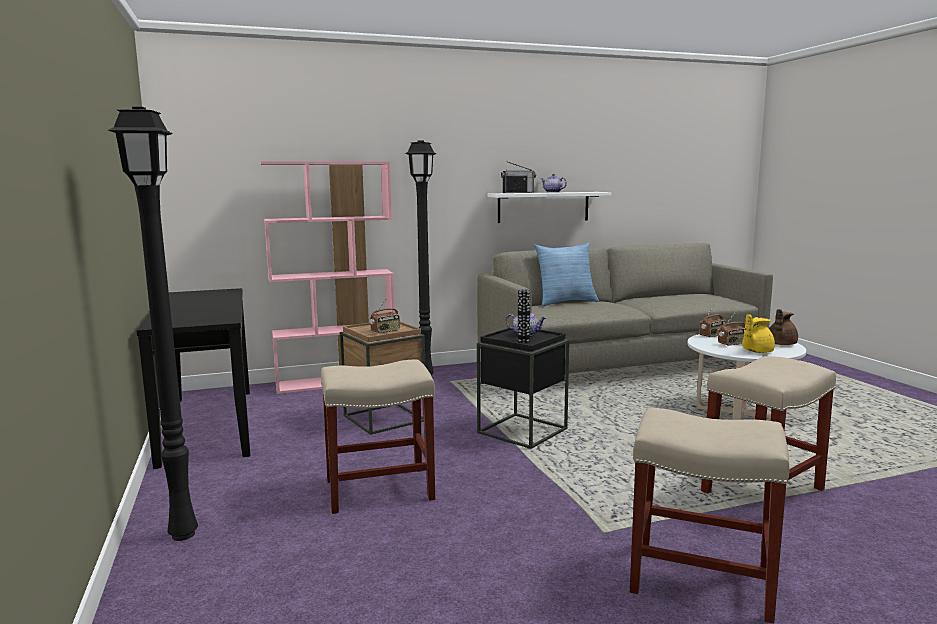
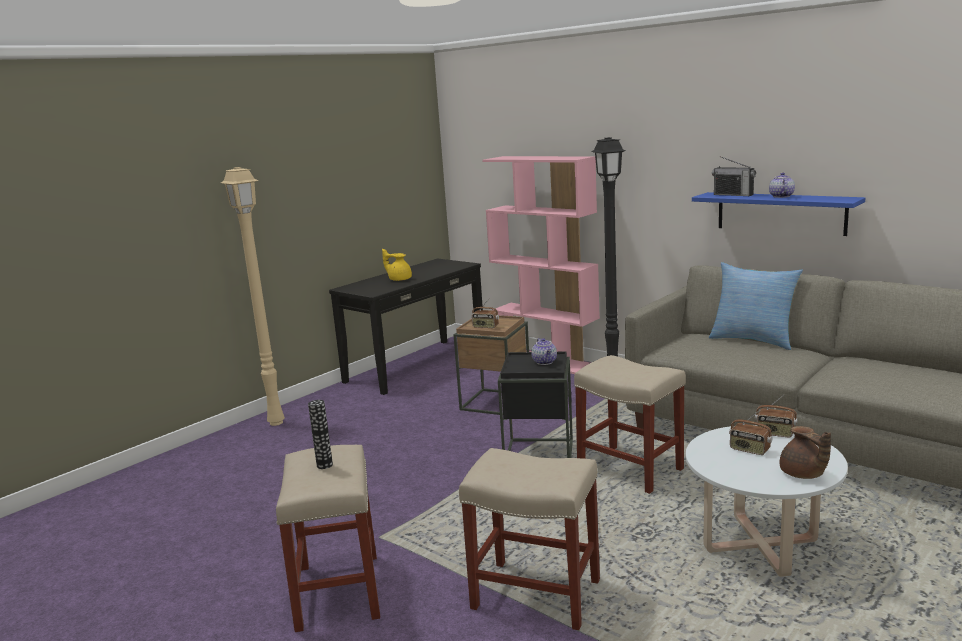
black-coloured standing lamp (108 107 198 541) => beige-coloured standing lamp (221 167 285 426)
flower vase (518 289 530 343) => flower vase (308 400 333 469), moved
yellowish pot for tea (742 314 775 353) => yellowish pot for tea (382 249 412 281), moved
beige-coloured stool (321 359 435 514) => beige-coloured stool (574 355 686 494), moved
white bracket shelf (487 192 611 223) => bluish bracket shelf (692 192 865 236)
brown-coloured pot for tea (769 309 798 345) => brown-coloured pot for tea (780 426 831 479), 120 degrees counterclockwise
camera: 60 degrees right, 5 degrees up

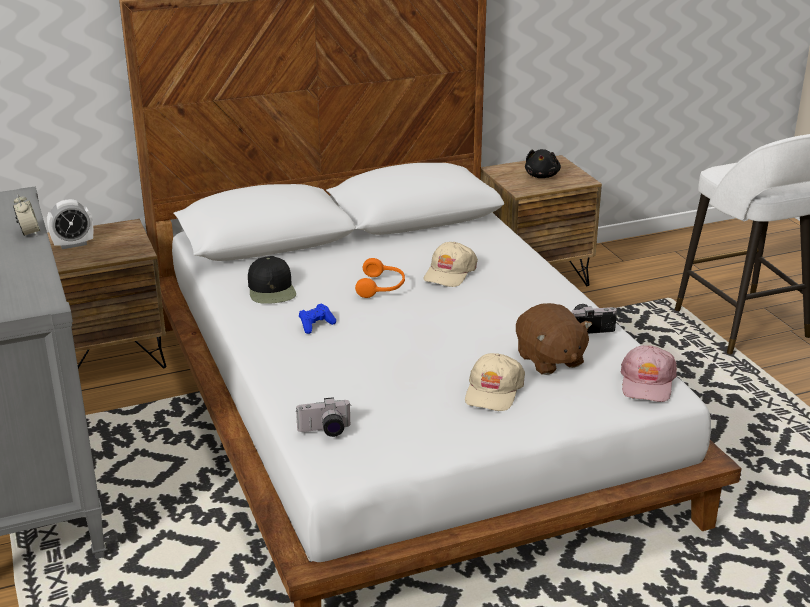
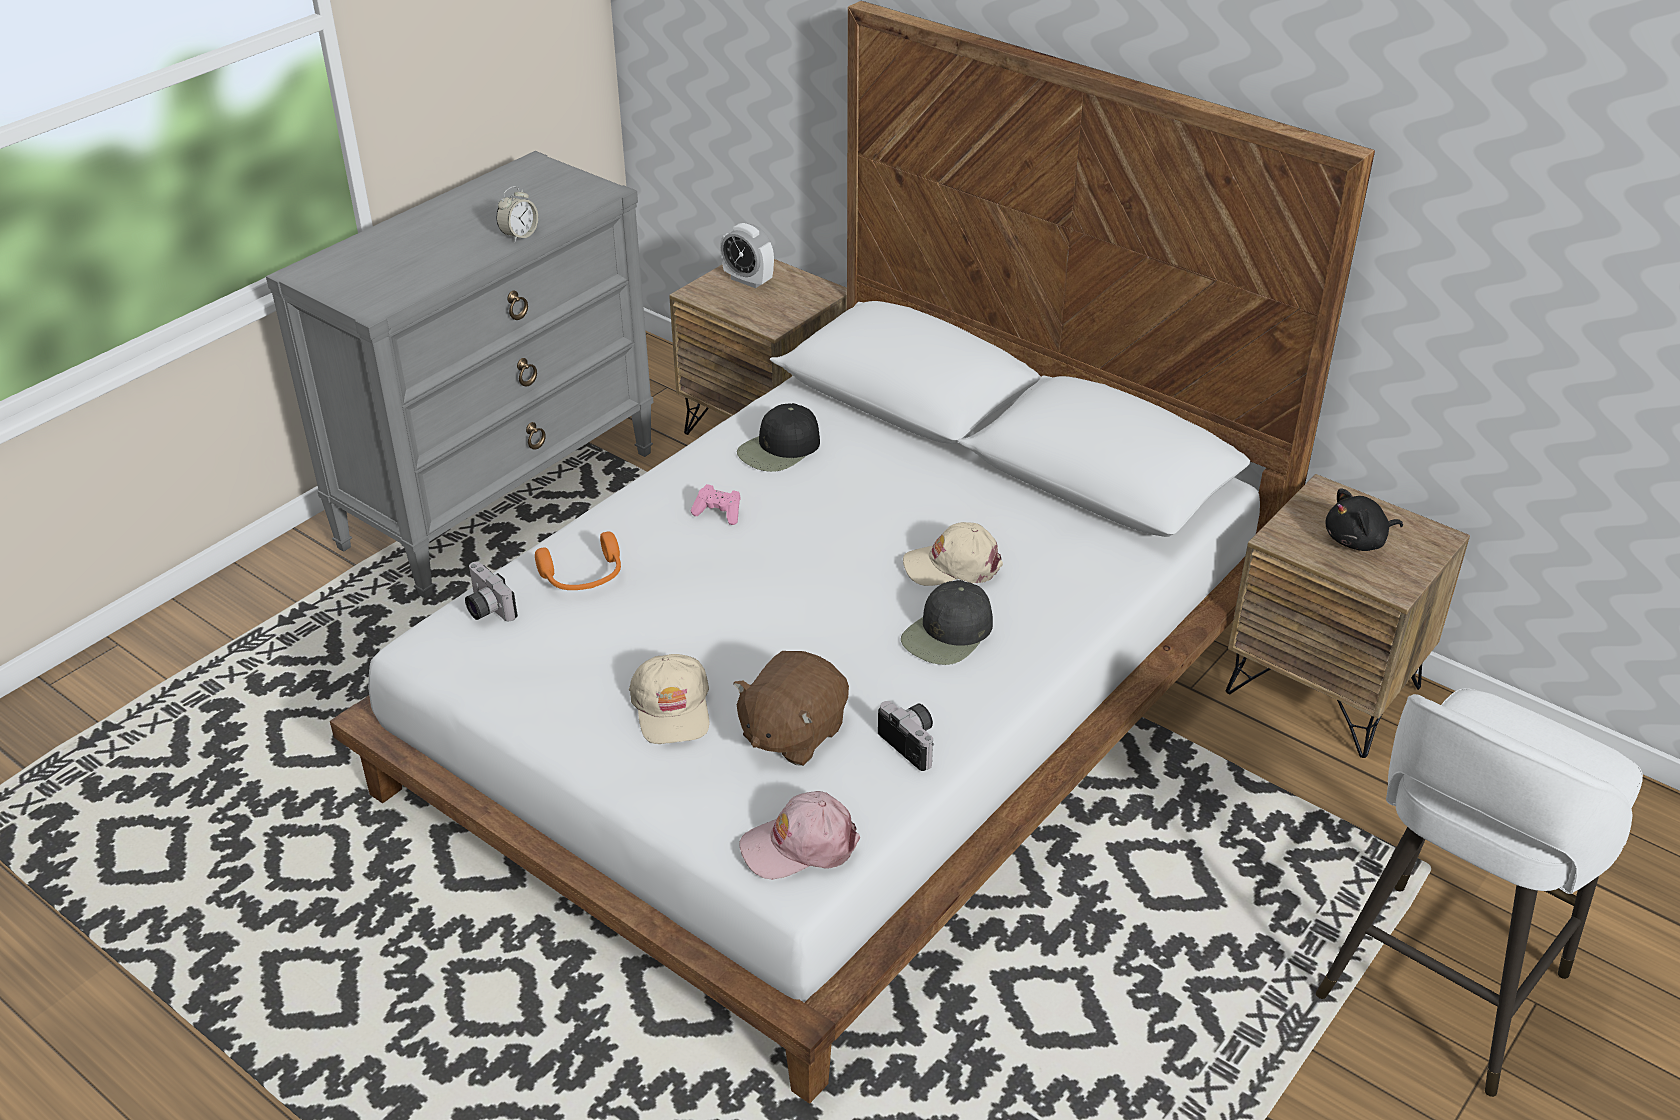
orange pair of headphones (355 258 405 298) => orange pair of headphones (535 531 621 590), moved
beige-coloured baseball cap (465 353 525 411) => beige-coloured baseball cap (629 654 709 744), 90 degrees counterclockwise
bluish joypad (299 303 336 334) => pink-coloured joypad (691 484 741 525)
nothing => black-coloured baseball cap (901 580 993 665)
camera: 60 degrees right, 10 degrees up

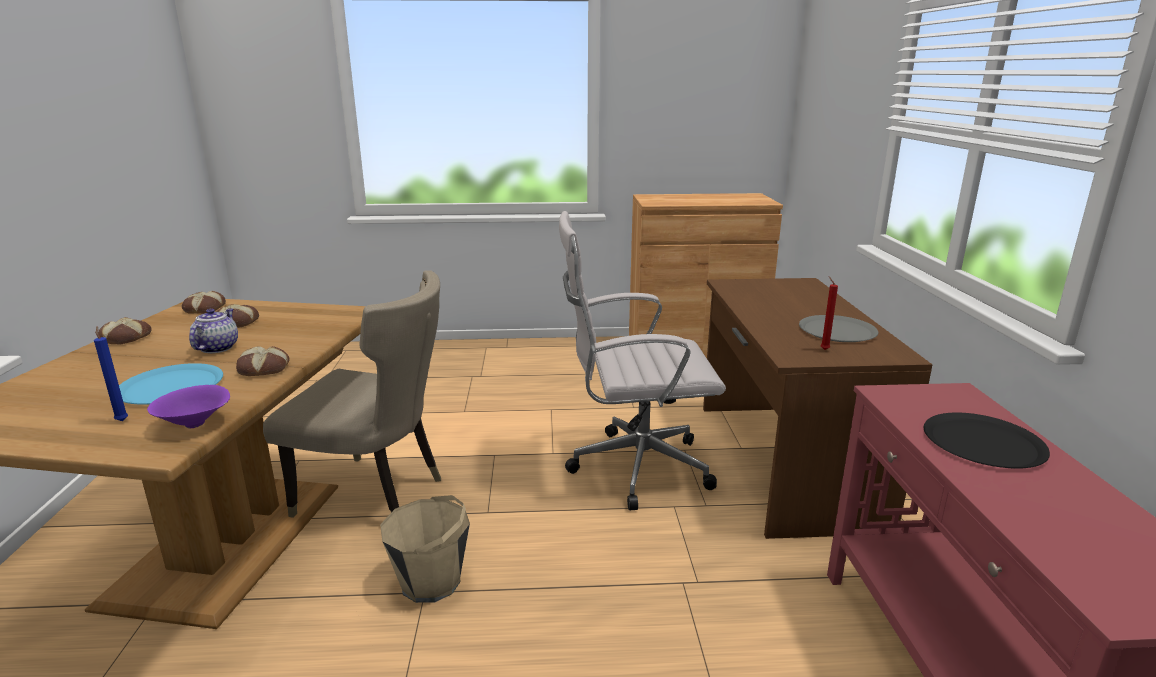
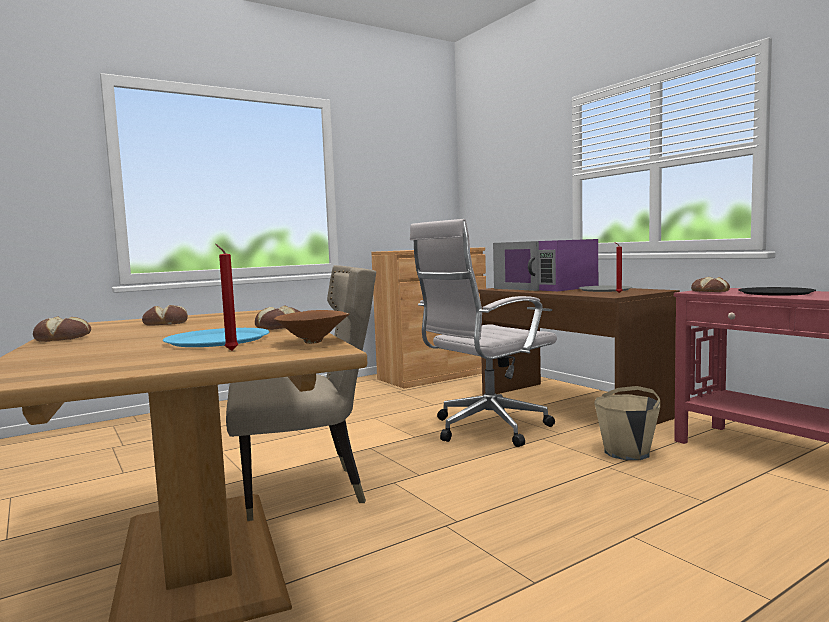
bluish candle (94 326 128 421) => red candle (215 244 238 351)
purplish serving bowl (147 385 230 428) => brown-coloured serving bowl (274 310 350 344)
nothing => purplish kitchen microwave (493 239 598 291)
beige-coloured water bucket (380 495 470 603) => beige-coloured water bucket (594 386 660 460), moved
baked bread (182 291 226 314) => baked bread (691 277 730 292), moved
pot for tea (189 308 238 353) => nothing
camera: 30 degrees left, 15 degrees down

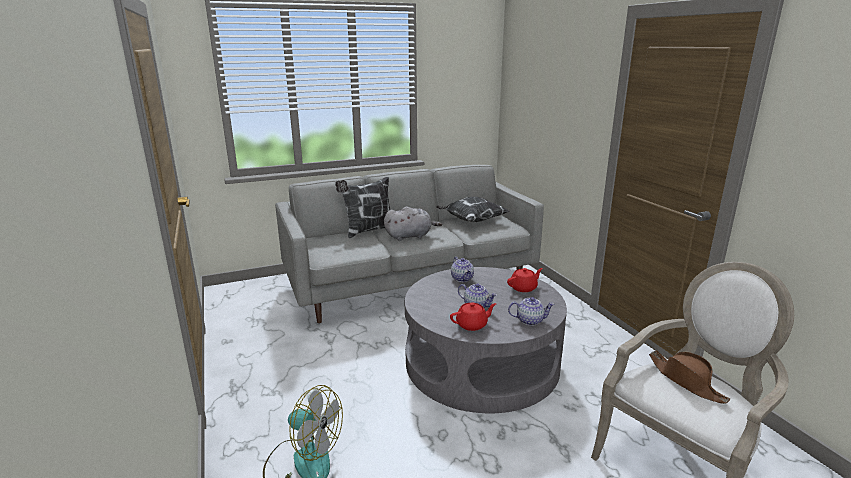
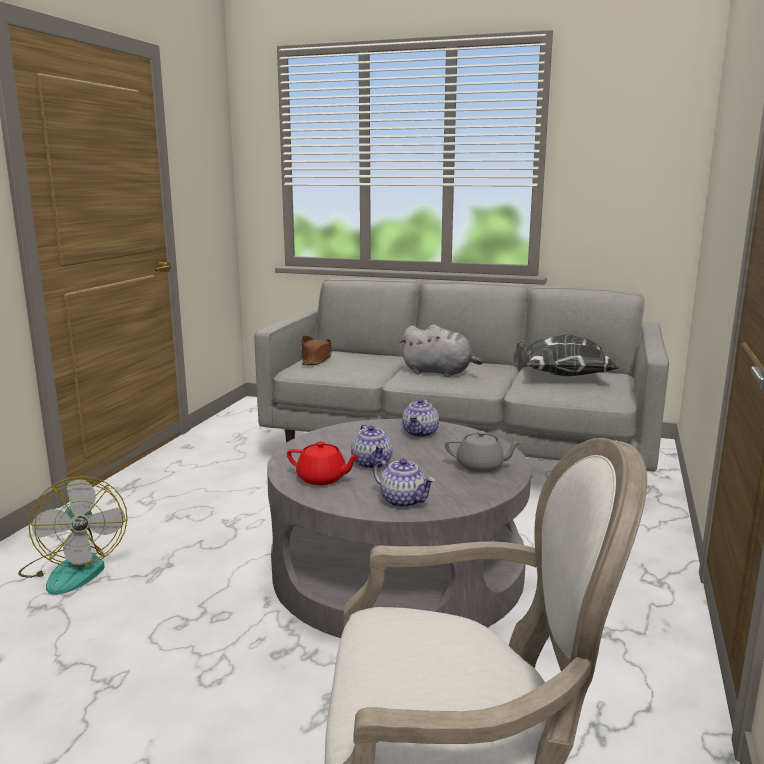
brown-coloured clothing hat (649 350 730 404) => brown-coloured clothing hat (301 336 332 365), moved
red pot for tea (507 268 543 292) => gray pot for tea (445 431 522 473)
cushion (335 177 390 238) => nothing
camera: 40 degrees right, 5 degrees down

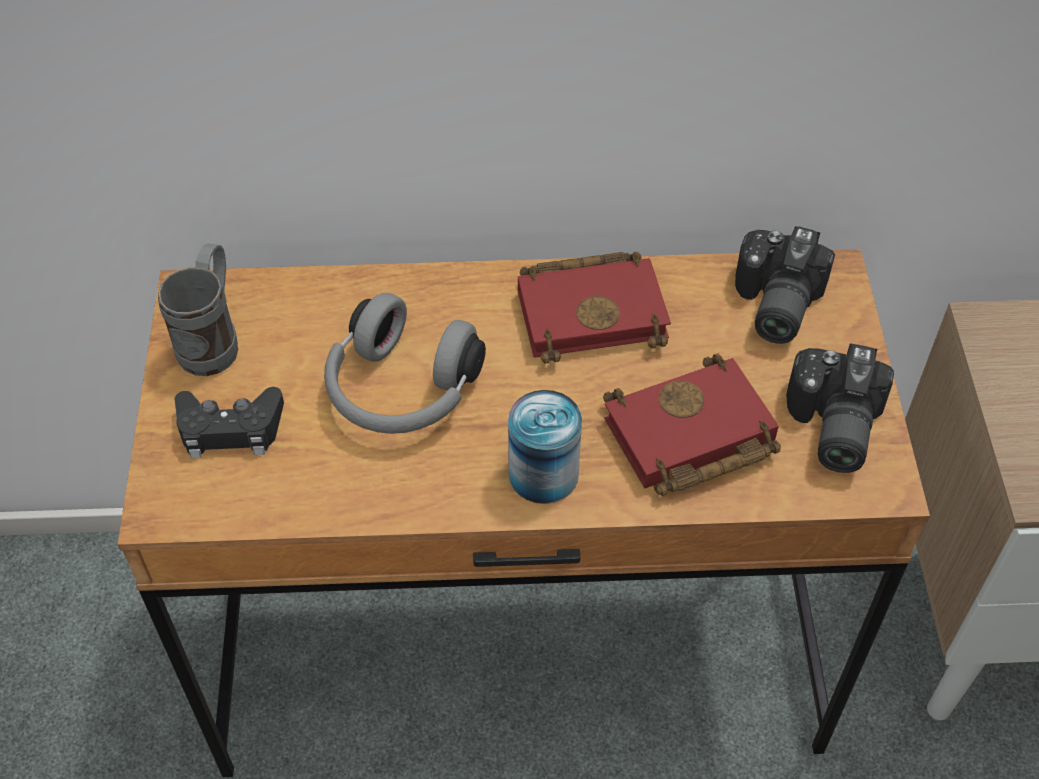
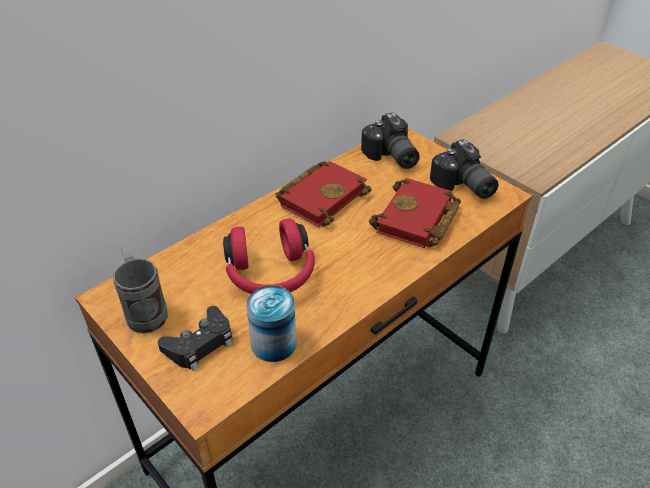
gray pair of headphones (324 293 486 434) => red pair of headphones (223 218 315 294)
can (508 390 582 504) => can (246 286 297 362), moved
camera: 40 degrees left, 10 degrees down

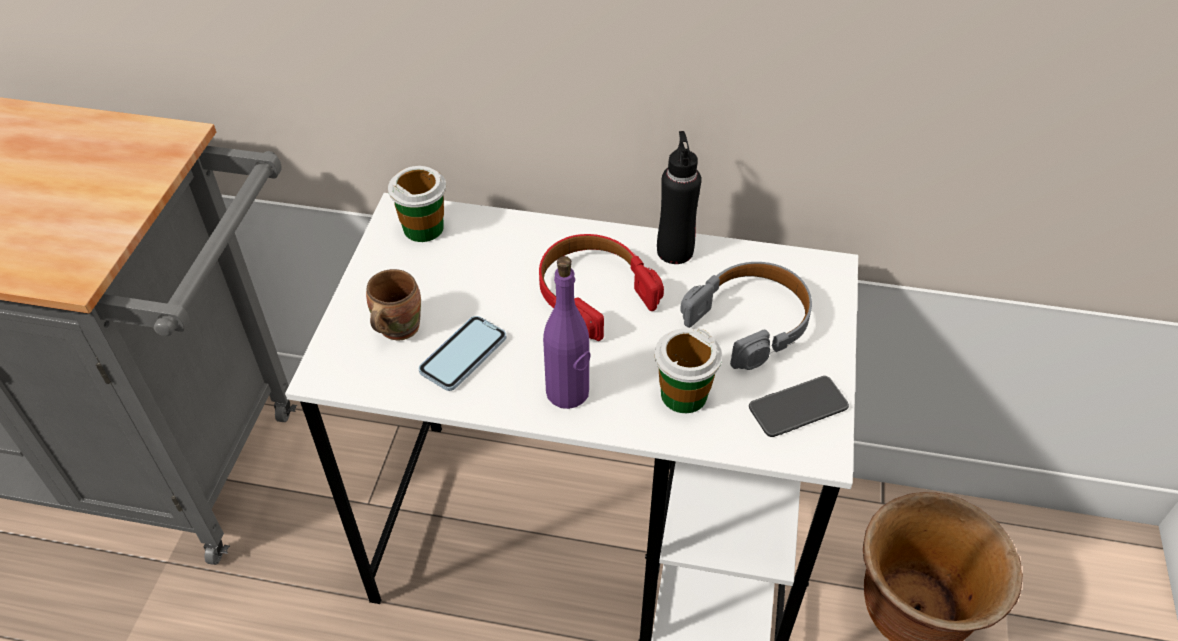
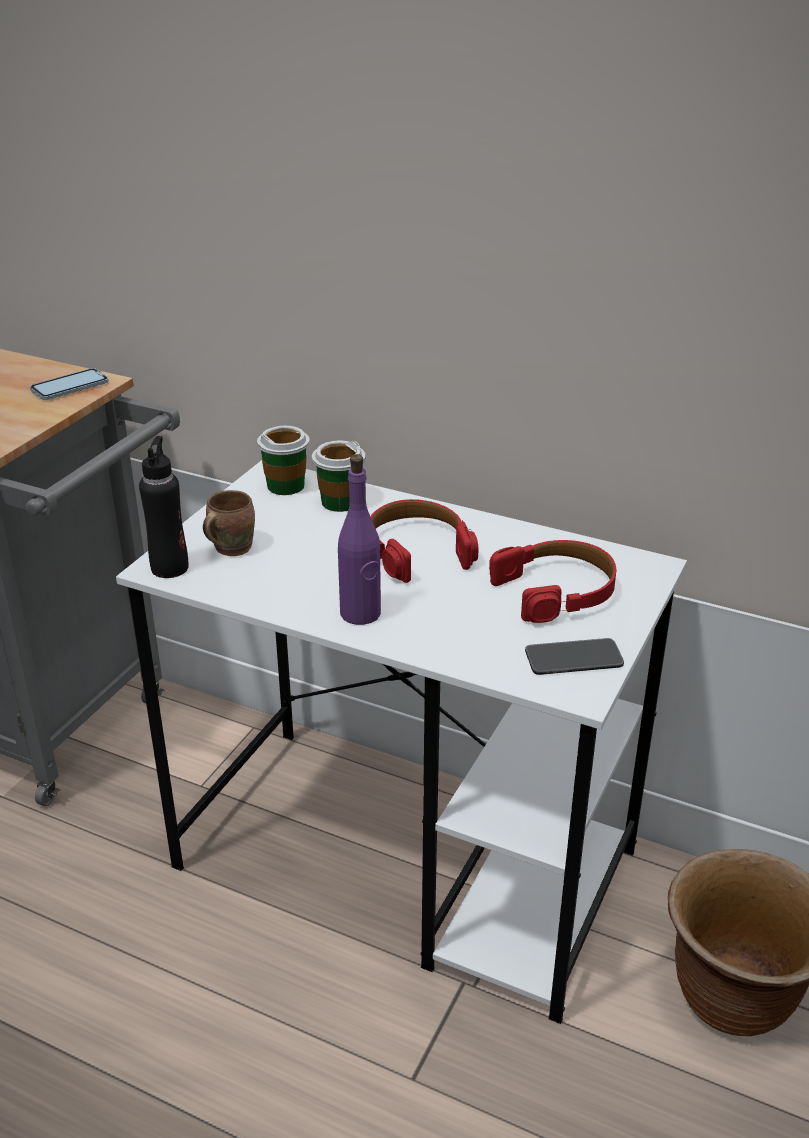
phone (419 316 506 391) => phone (30 368 109 400), moved
black-coloured drink bottle (657 131 701 264) => black-coloured drink bottle (139 436 188 578), moved
small cup (655 328 722 413) => small cup (312 441 365 512), moved
gray pair of headphones (680 262 812 370) => red pair of headphones (489 540 616 623)
camera: 15 degrees right, 15 degrees down

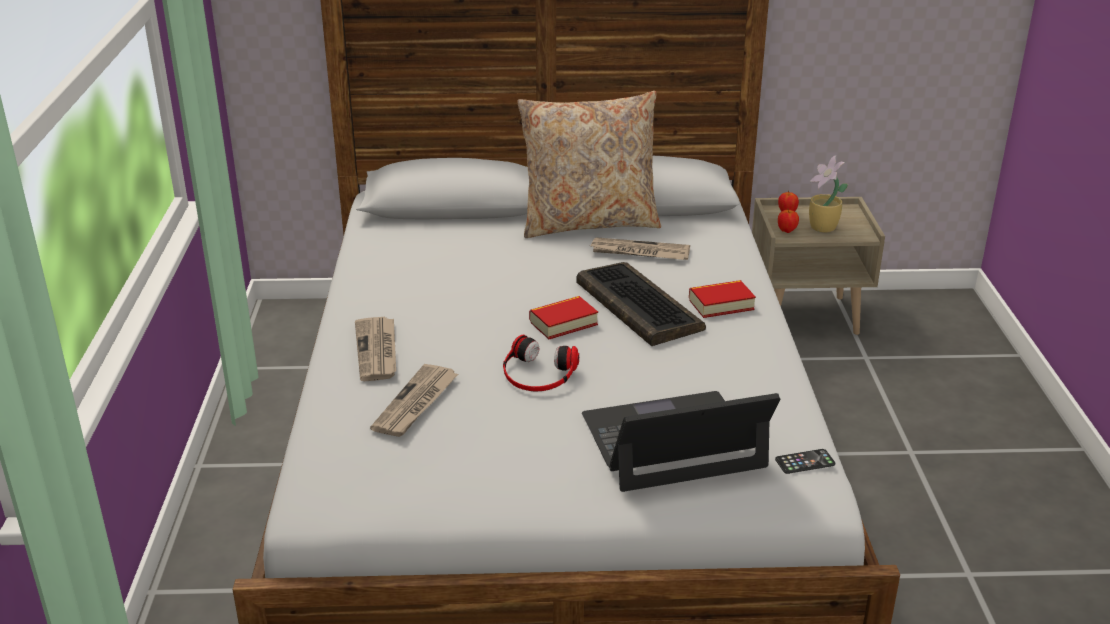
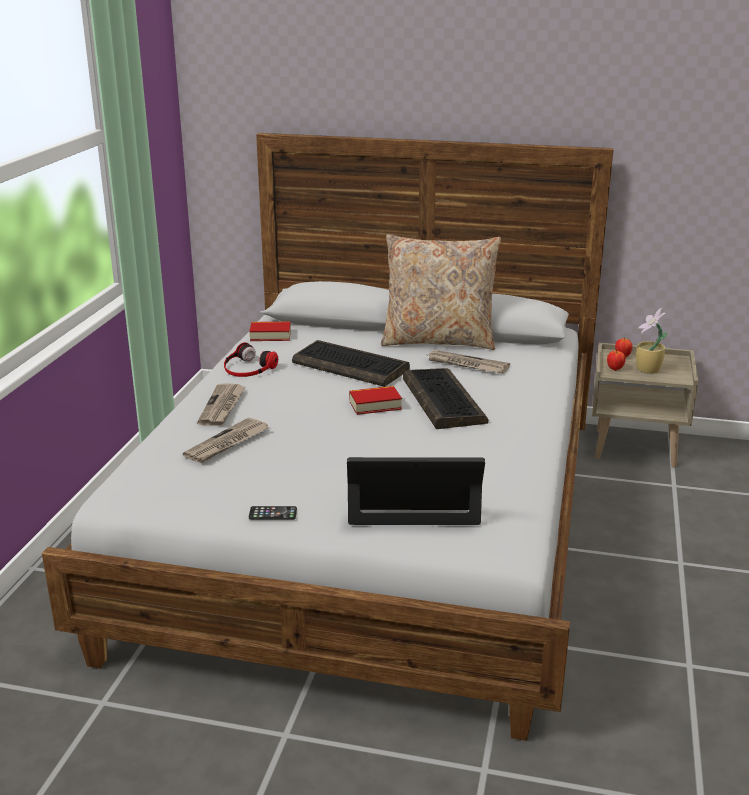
pair of headphones (503 335 579 391) => pair of headphones (224 342 278 377), moved
volume (689 280 756 318) => volume (249 322 291 341), moved
phone (775 449 835 474) => phone (249 506 297 520), moved
nothing => keyboard (292 340 410 387)
camera: 15 degrees right, 5 degrees down

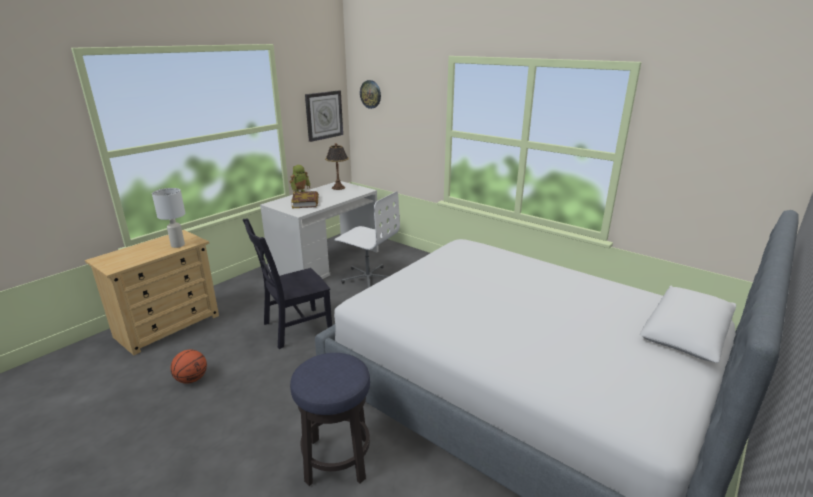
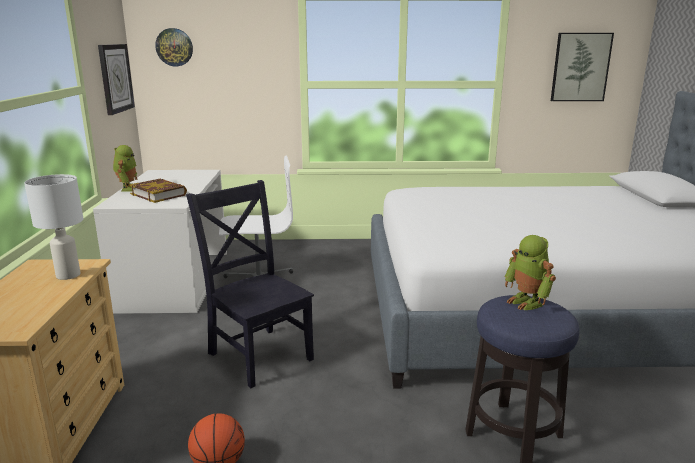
black-coloured upright chair (243 218 332 349) => black-coloured upright chair (186 180 314 388), 120 degrees clockwise
nothing => robot figure (504 235 556 310)
nothing => wall art (551 33 614 101)
table lamp (325 143 349 190) => nothing
camera: 40 degrees left, 5 degrees down

